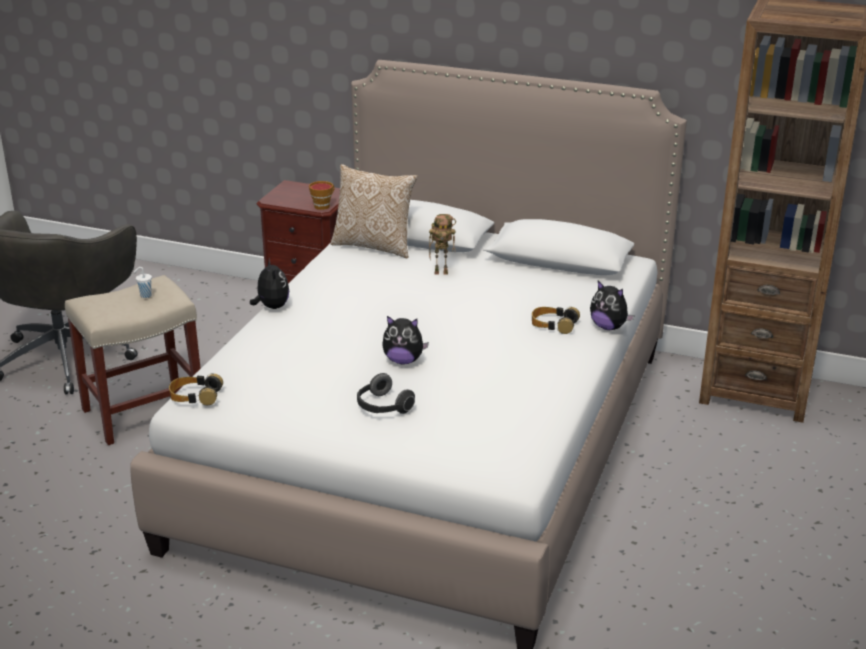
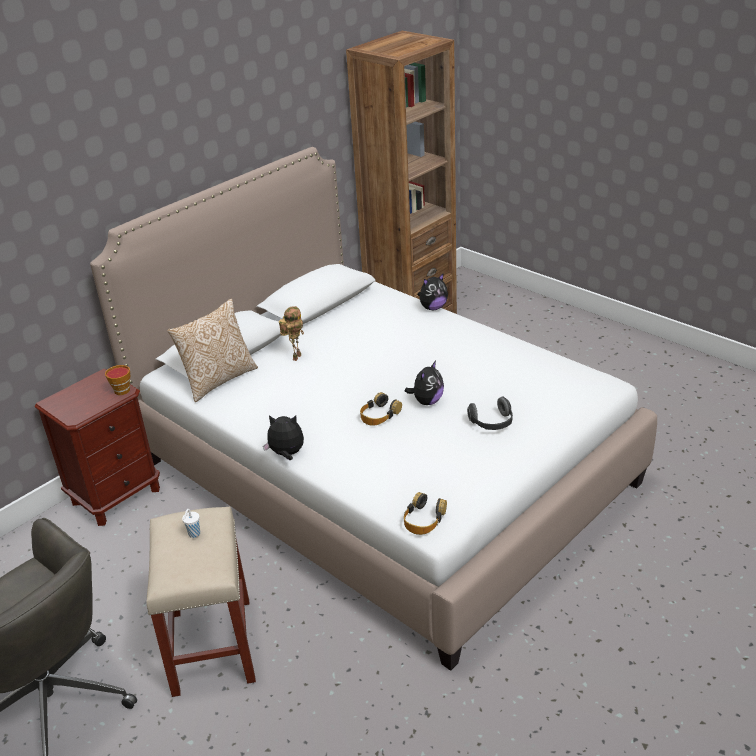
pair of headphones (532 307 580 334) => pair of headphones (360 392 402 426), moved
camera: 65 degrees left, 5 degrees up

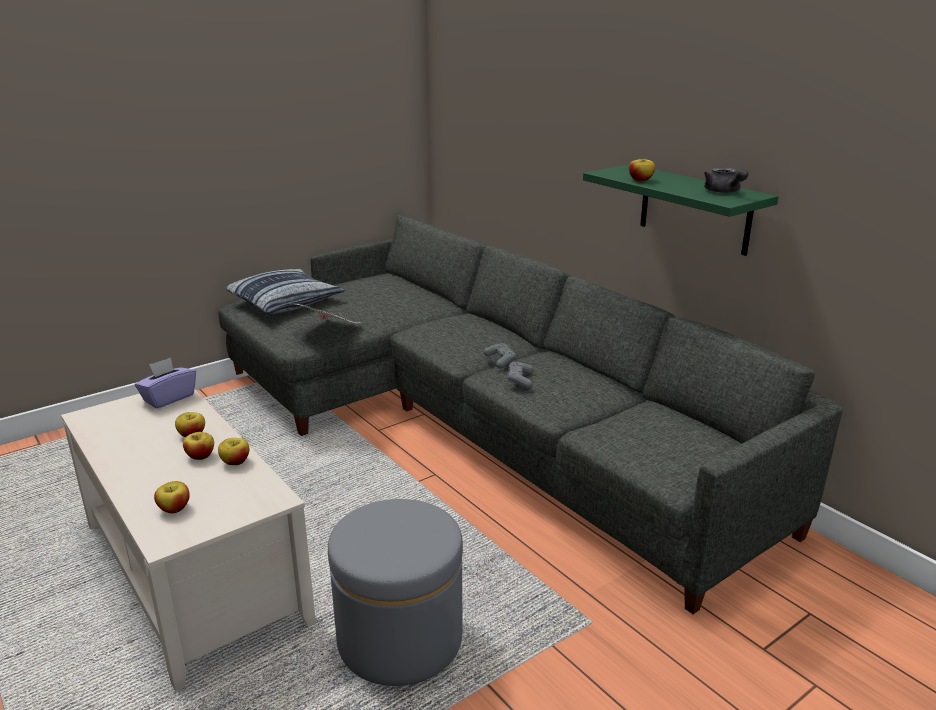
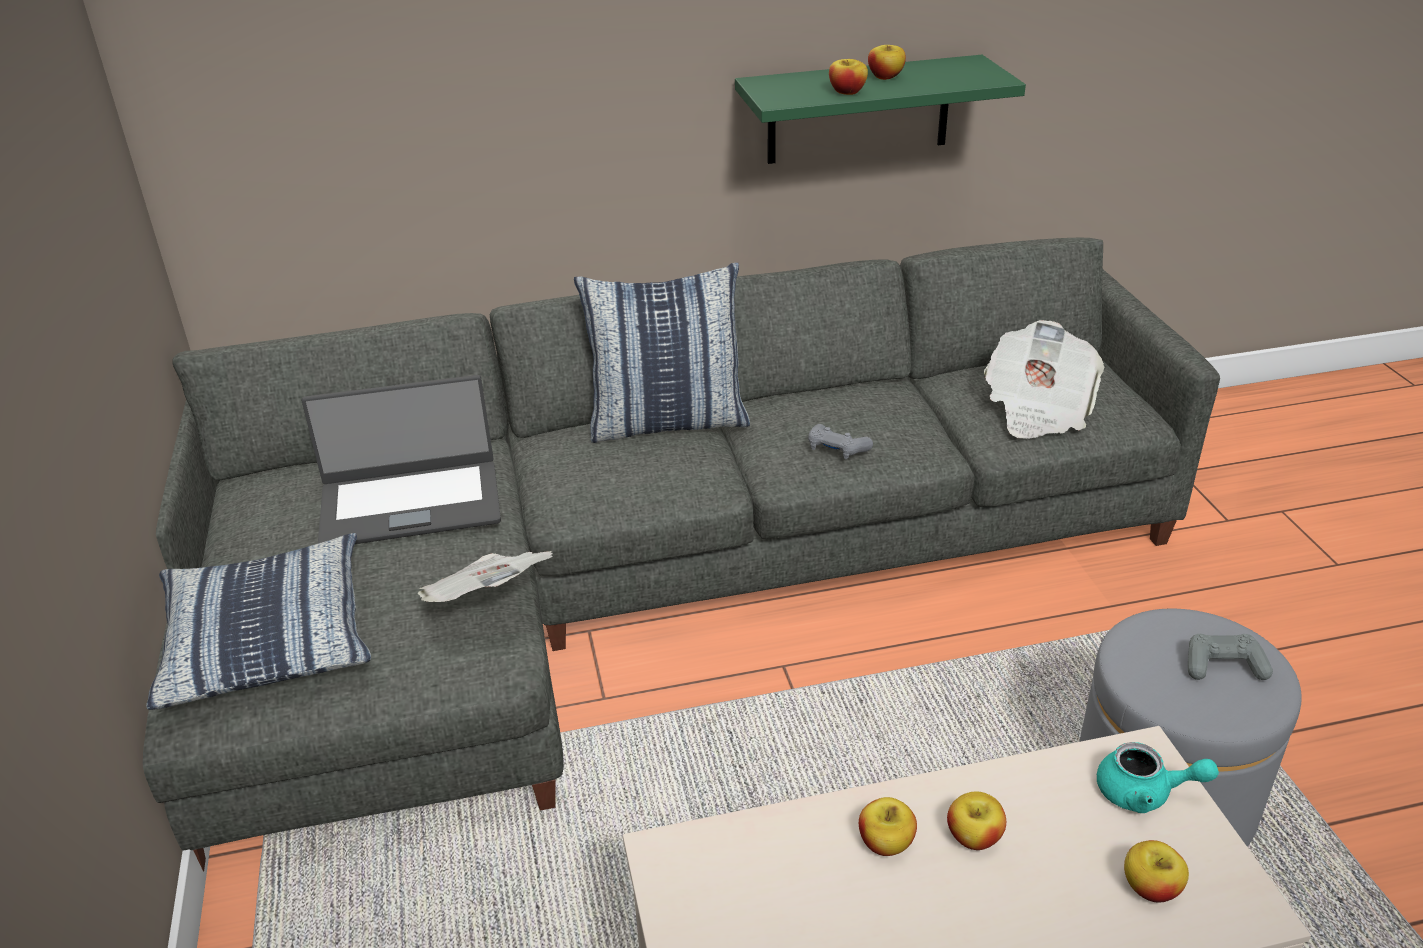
nothing => notebook computer (302 375 501 544)
nothing => cushion (574 263 750 443)
apple fruit (218 438 249 465) => apple fruit (868 45 906 80), moved
nothing => printed paper (984 320 1105 439)
nothing => turquoise pot for tea (1097 742 1219 813)
gray joypad (484 343 517 369) => gray joypad (1188 634 1273 680), moved
purplish tissue holder (135 357 196 409) => nothing
gray pot for tea (704 167 748 193) => nothing
camera: 65 degrees left, 10 degrees up

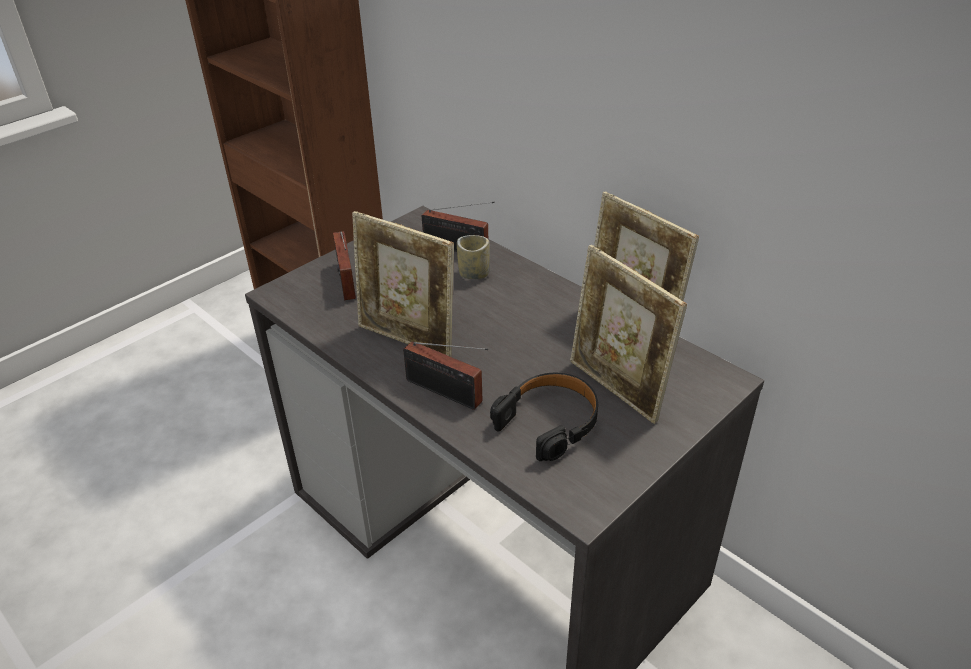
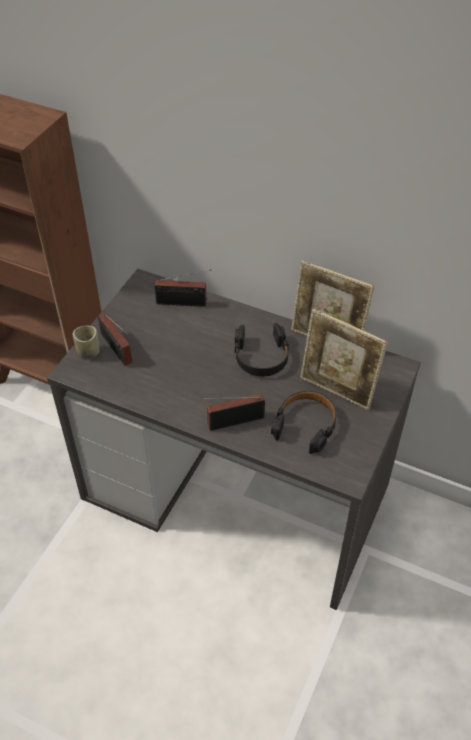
small cup (457 235 490 279) => small cup (73 326 100 359), moved
radio set (403 341 488 410) => radio set (201 393 265 431), 150 degrees clockwise
nothing => black-coloured pair of headphones (235 323 289 377)
standing frame (352 211 454 357) => nothing
camera: 20 degrees left, 10 degrees up

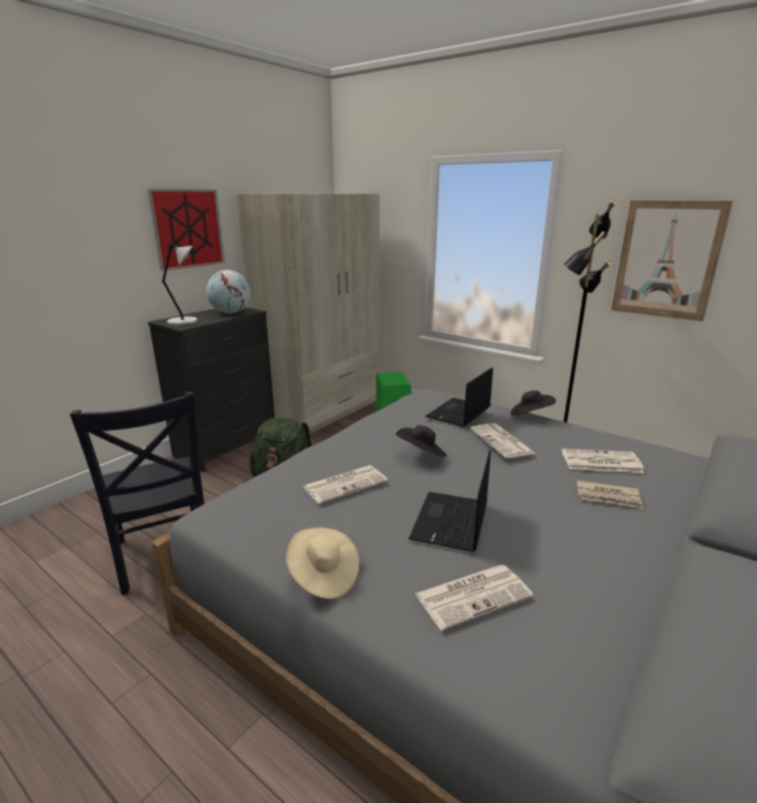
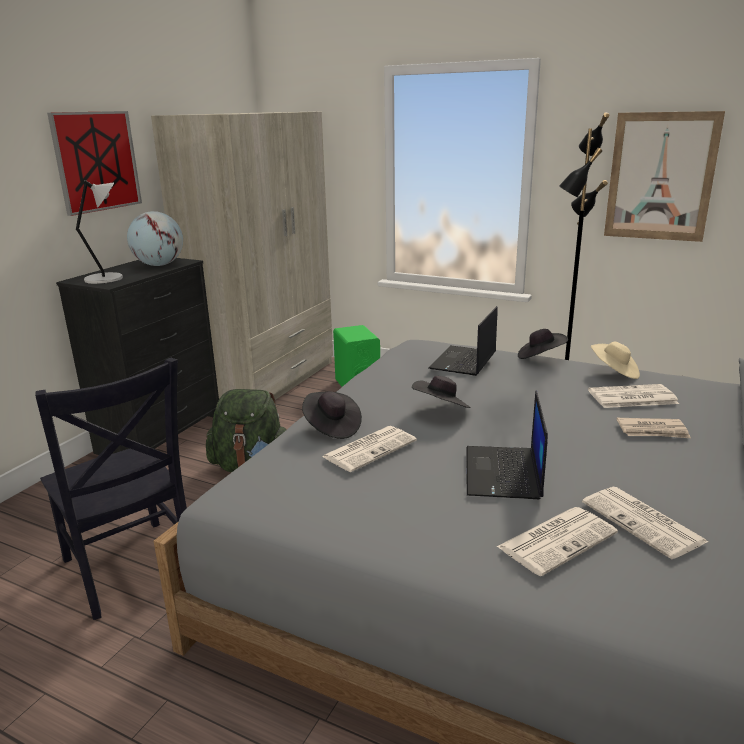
nothing => black-coloured clothing hat (302 391 362 439)
printed paper (471 423 536 458) => printed paper (582 487 708 559), moved
beige-coloured clothing hat (286 527 359 599) => beige-coloured clothing hat (591 342 640 379), moved
camera: 10 degrees left, 0 degrees up

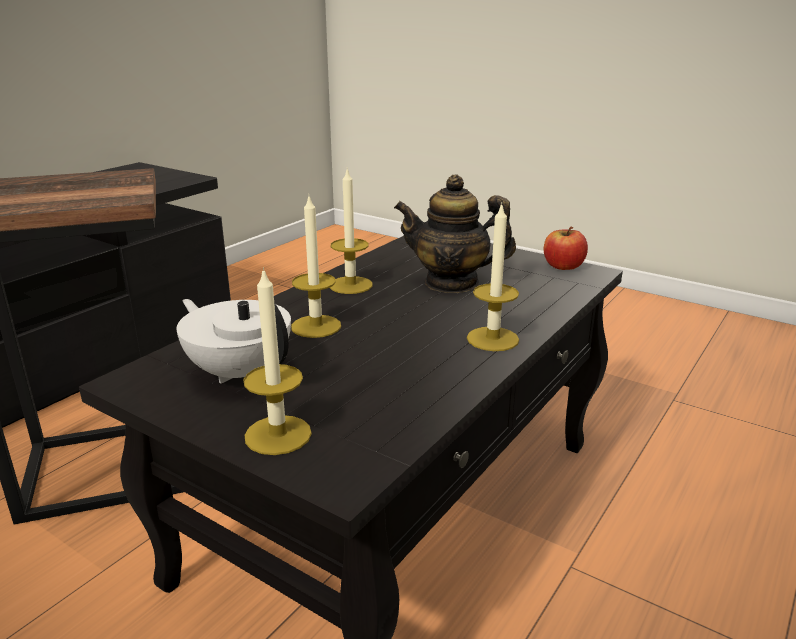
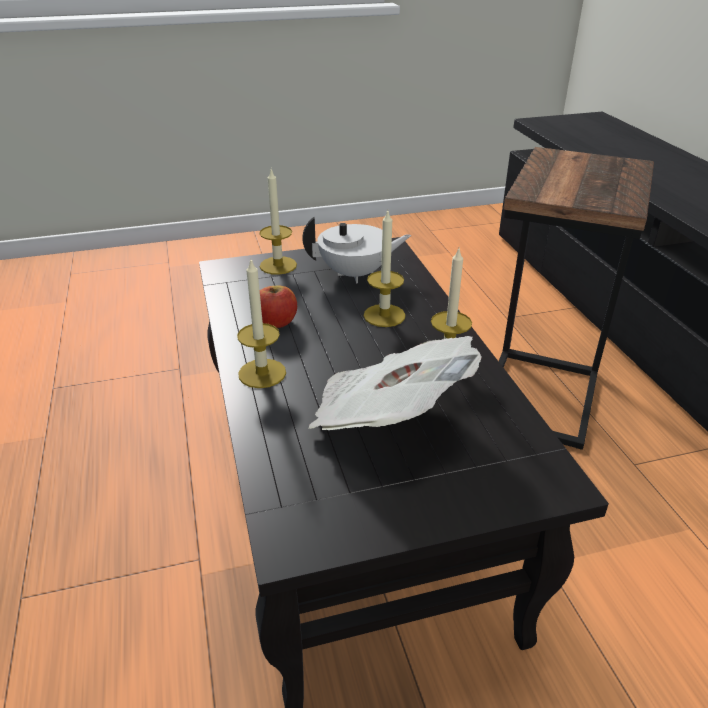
apple fruit (544 226 588 270) => apple fruit (260 286 297 328), moved
pot for tea (394 175 516 293) => printed paper (308 336 481 430)
camera: 130 degrees right, 10 degrees up

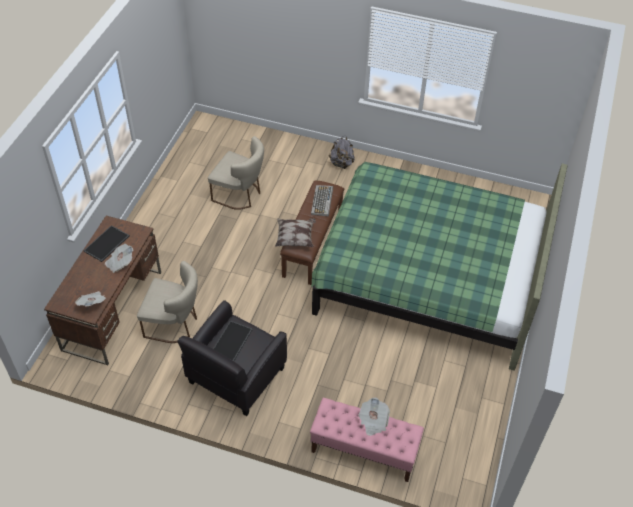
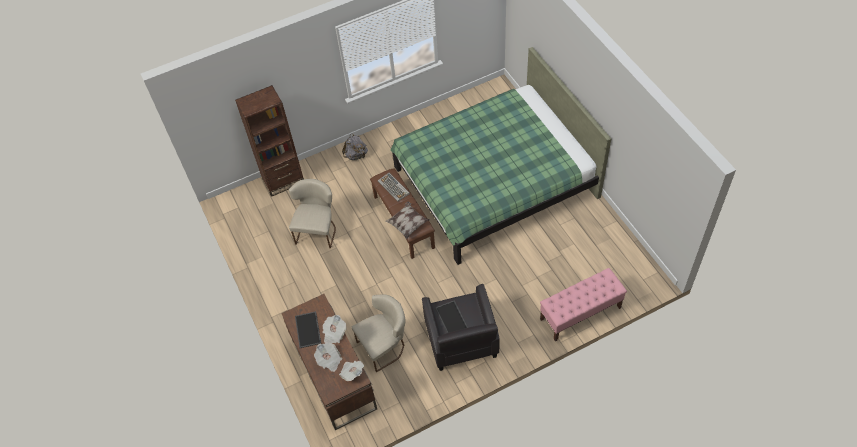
nothing => brown-coloured shelving unit (235 85 304 197)
beige-coloured upright chair (208 136 264 210) => beige-coloured upright chair (289 179 336 249), 60 degrees counterclockwise
printed paper (358 398 390 436) => printed paper (314 342 342 372), moved
camera: 40 degrees left, 5 degrees up

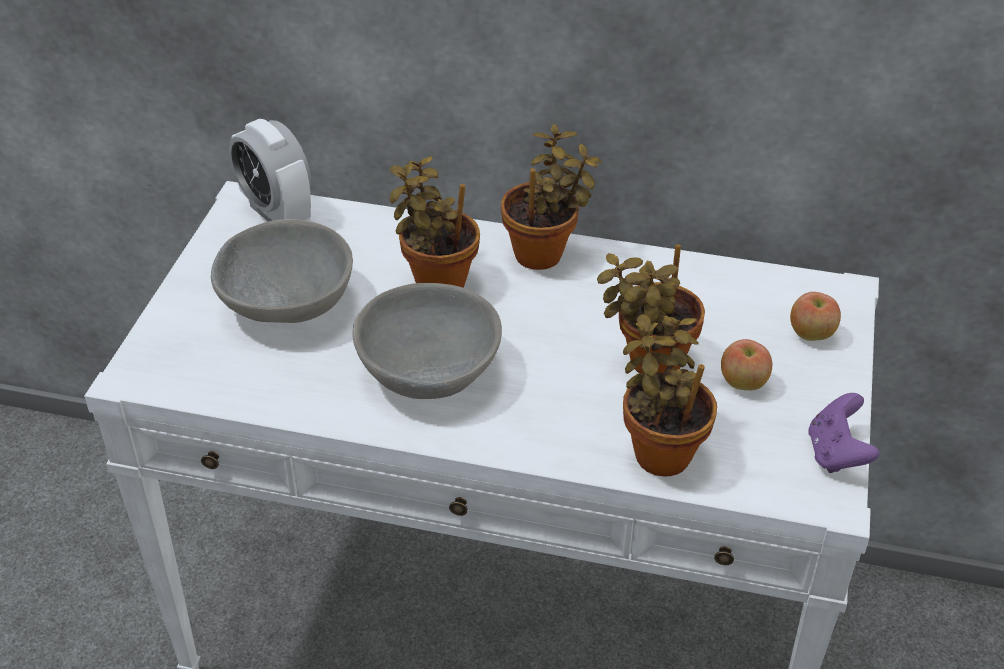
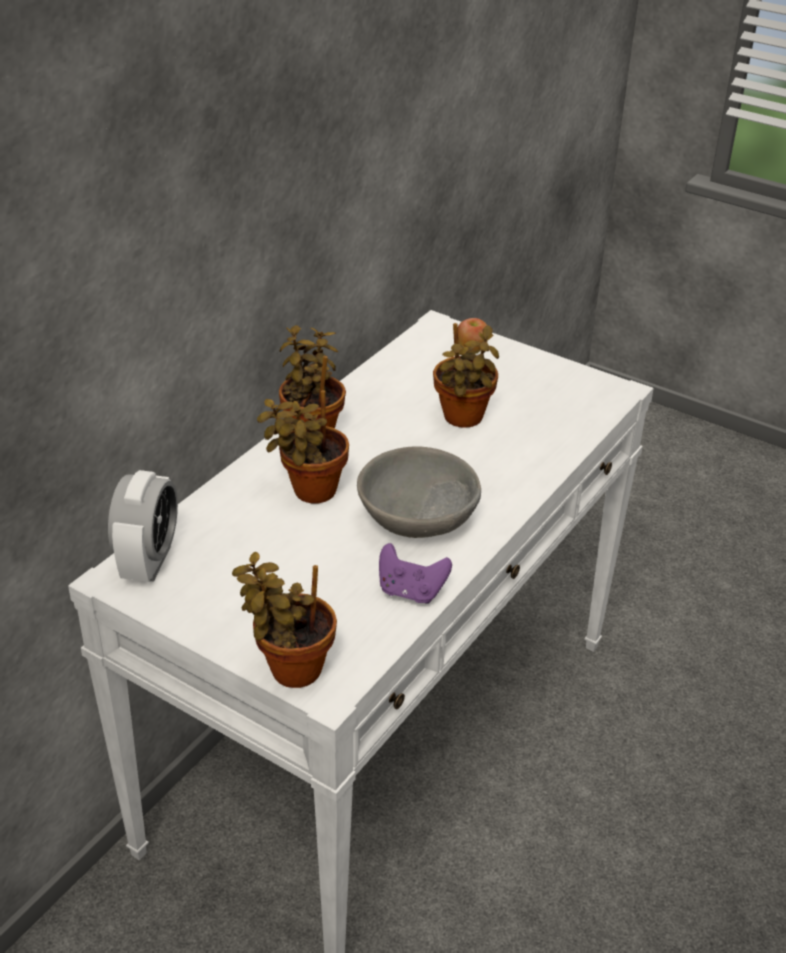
table clock (229 119 311 222) => table clock (108 470 178 582), 60 degrees counterclockwise
houseplant (623 314 717 477) => houseplant (232 551 337 688), moved
purplish joypad (808 393 880 473) => purplish joypad (379 543 452 604), moved
gray serving bowl (211 219 353 323) => nothing
apple fruit (721 339 772 390) => nothing
camera: 70 degrees left, 5 degrees down

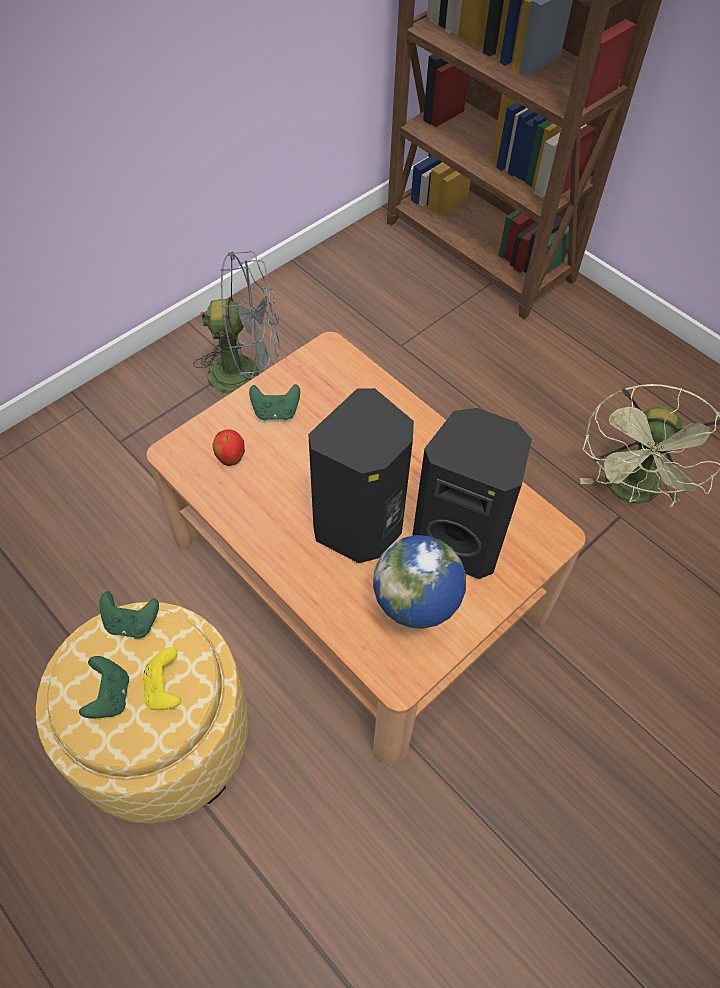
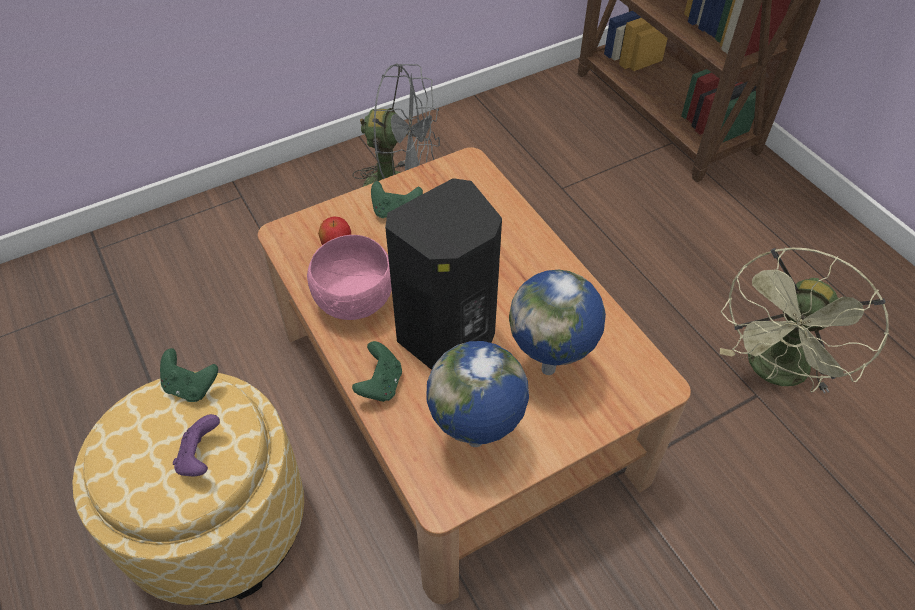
yellowish joypad (143 647 181 710) => purplish joypad (173 414 220 476)
nothing => pink-coloured serving bowl (307 235 392 320)
green-coloured joypad (79 656 129 719) => green-coloured joypad (352 341 402 402), moved
black-coloured speaker (412 408 532 579) => desk globe (509 270 606 375)
camera: 15 degrees right, 5 degrees down

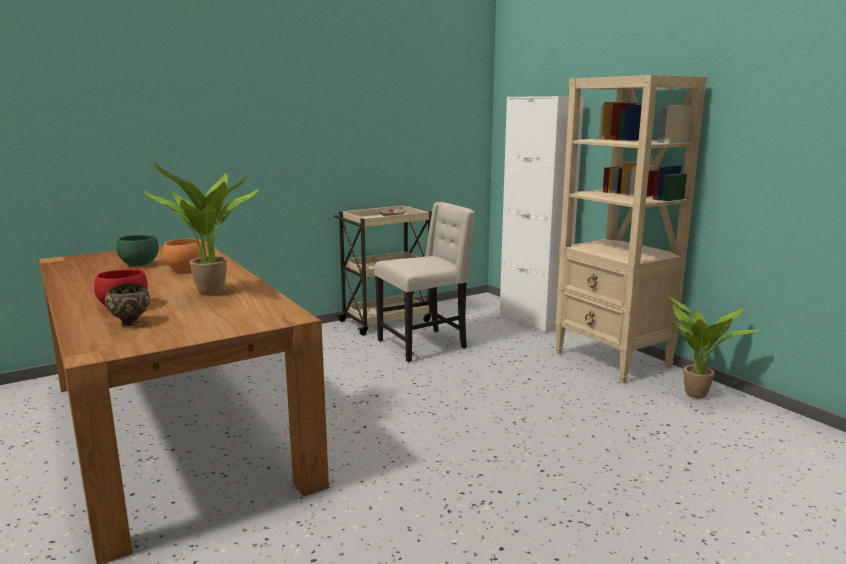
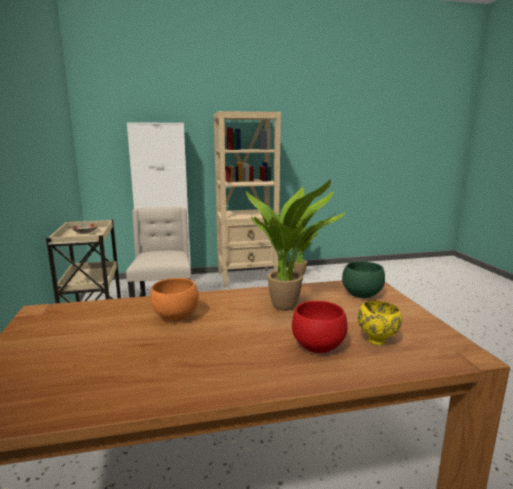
green-coloured serving bowl (116 235 159 266) => green-coloured serving bowl (342 261 385 298), moved
brown-coloured serving bowl (105 283 150 326) => yellowish serving bowl (357 301 402 345)
camera: 70 degrees left, 0 degrees up

